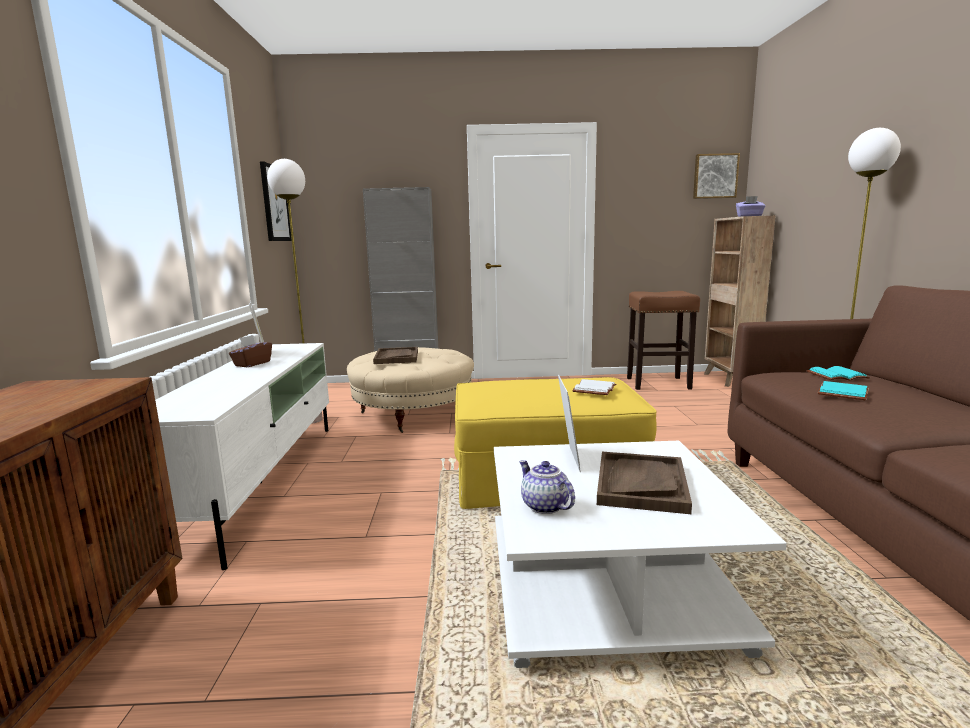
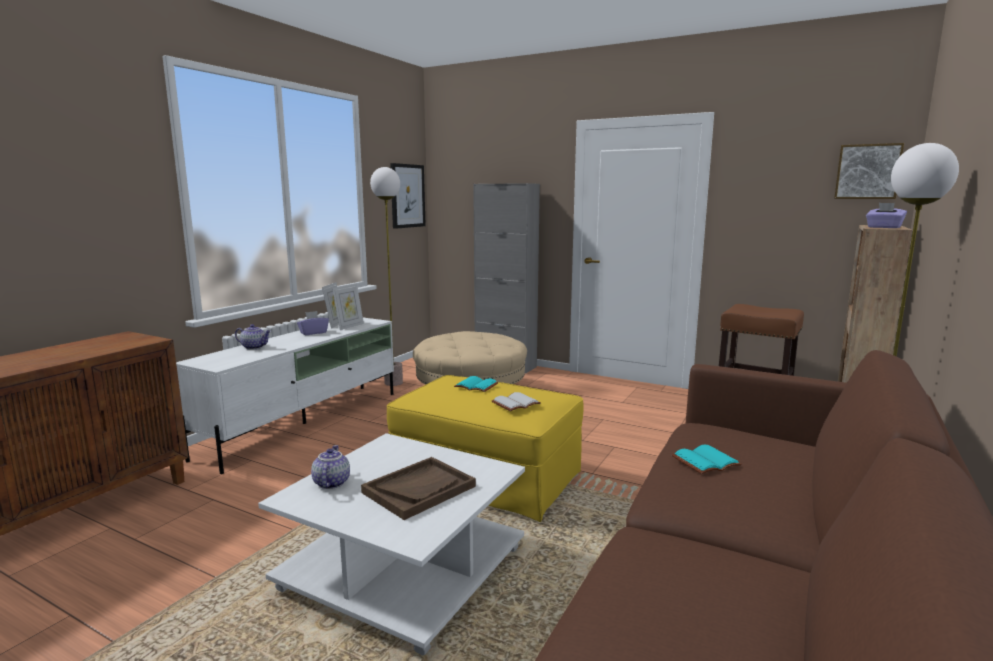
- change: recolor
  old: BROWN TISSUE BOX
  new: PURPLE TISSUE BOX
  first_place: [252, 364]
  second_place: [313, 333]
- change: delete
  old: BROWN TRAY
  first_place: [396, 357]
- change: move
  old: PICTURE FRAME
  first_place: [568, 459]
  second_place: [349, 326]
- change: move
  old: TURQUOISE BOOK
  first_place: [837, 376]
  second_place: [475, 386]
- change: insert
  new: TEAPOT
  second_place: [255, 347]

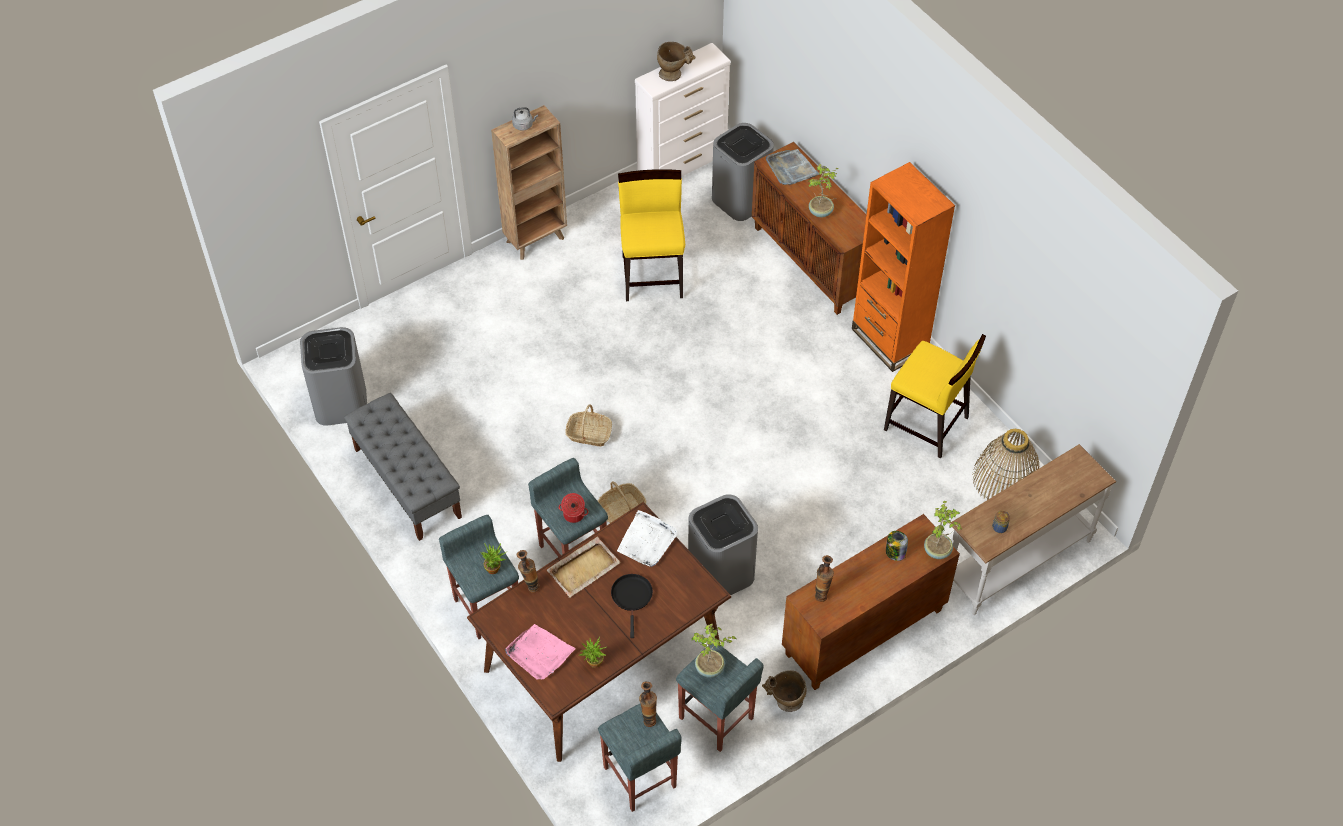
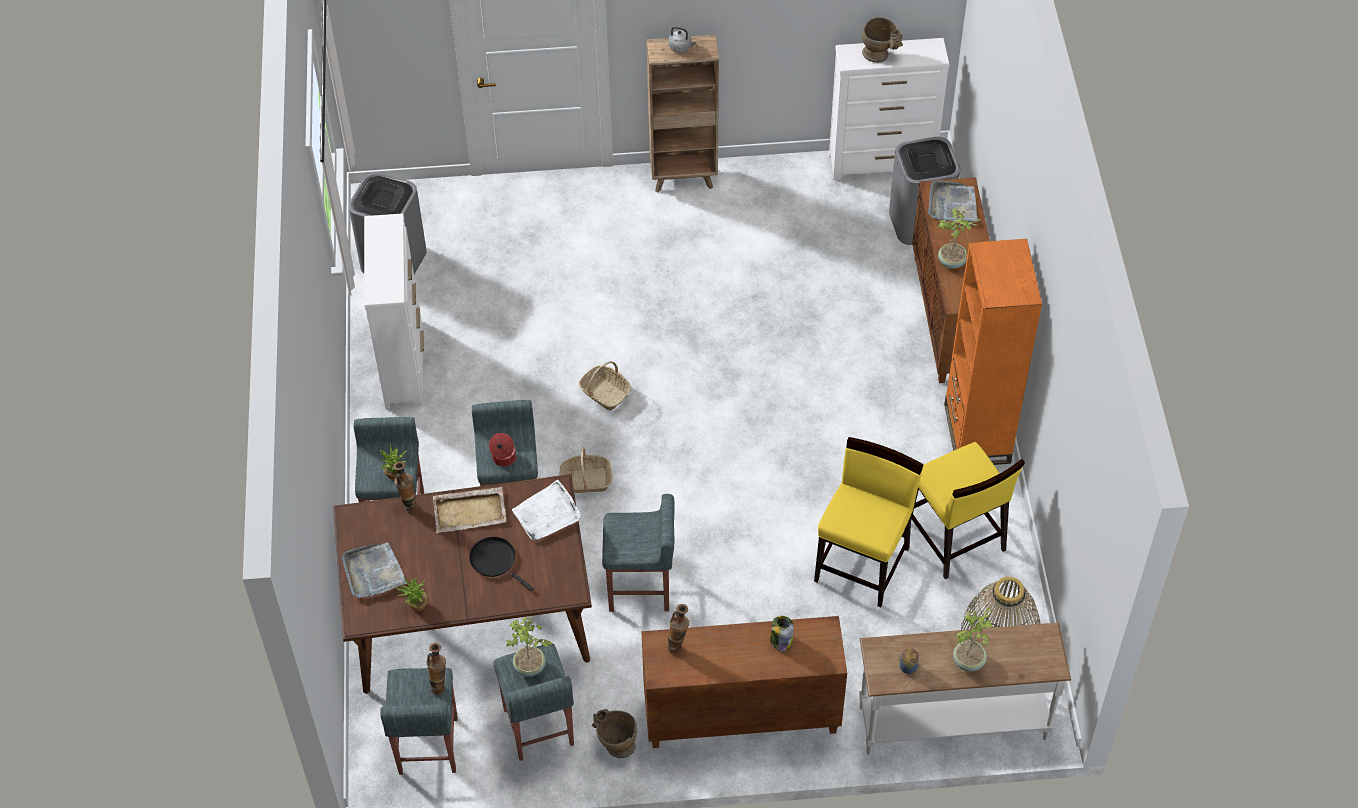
- change: replace
  old: GREY BENCH
  new: WHITE DRESSER
  first_place: [407, 483]
  second_place: [403, 362]
- change: recolor
  old: PINK TRAY
  new: GREY TRAY
  first_place: [539, 653]
  second_place: [373, 572]
- change: rotate
  old: BLACK FRYING PAN
  first_place: [632, 597]
  second_place: [495, 561]
  degrees: -75
- change: move
  old: YELLOW CHAIR
  first_place: [653, 275]
  second_place: [863, 564]
- change: replace
  old: GREY TRASH CAN
  new: GREY STOOL
  first_place: [721, 573]
  second_place: [640, 589]
- change: move
  old: POTTED PLANT
  first_place: [938, 550]
  second_place: [969, 661]

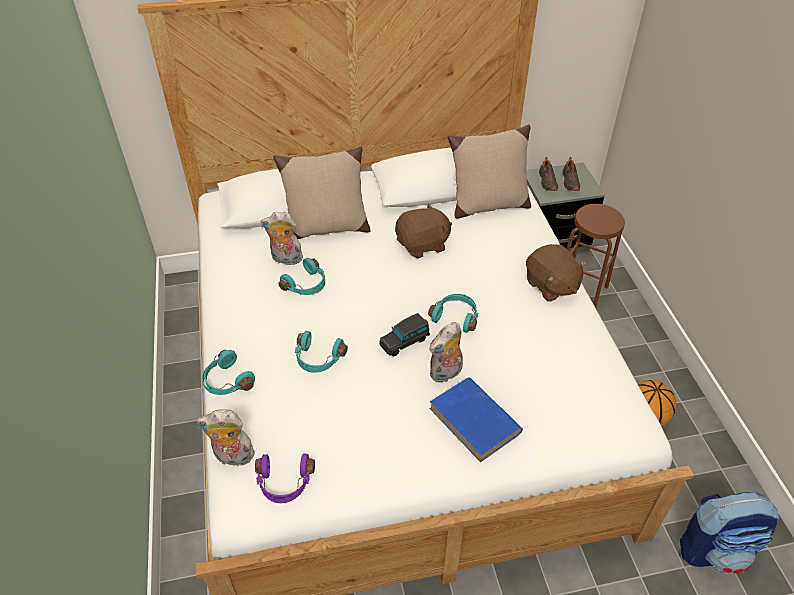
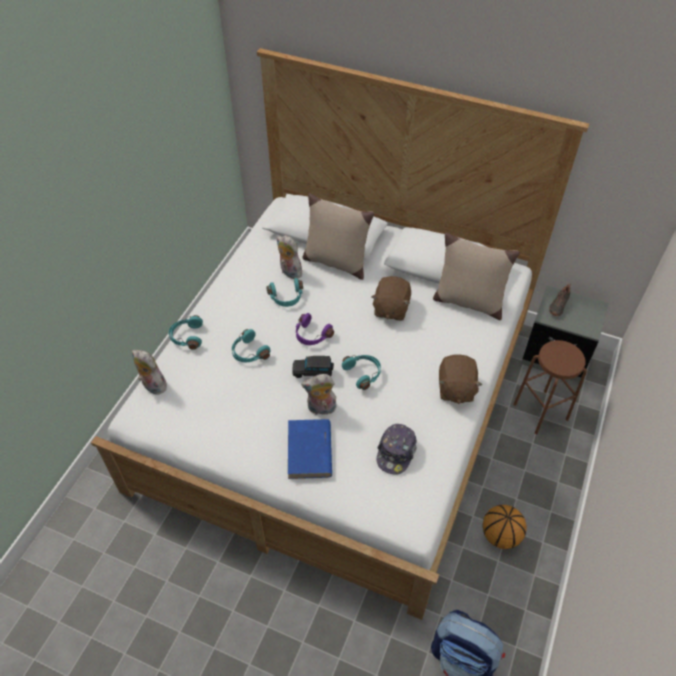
- change: move
  old: PURPLE HEADPHONES
  first_place: [284, 483]
  second_place: [311, 335]
- change: rotate
  old: BROWN PLUSH TOY
  first_place: [423, 245]
  second_place: [390, 308]
  degrees: 90
- change: delete
  old: BLACK SHOE
  first_place: [569, 181]
- change: insert
  new: CAP
  second_place: [396, 452]

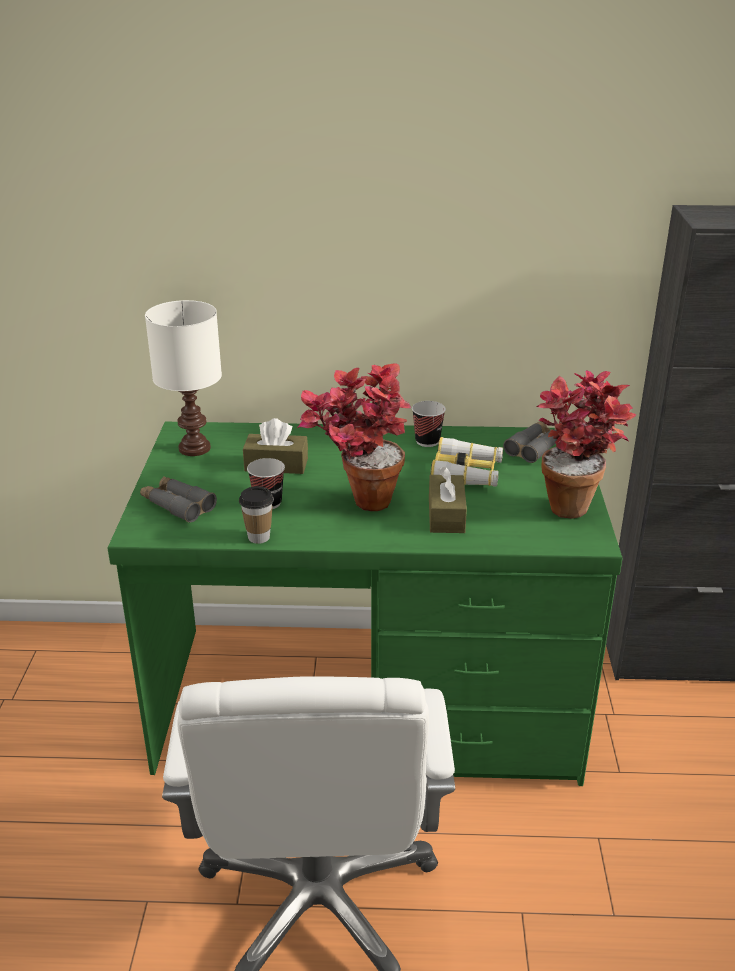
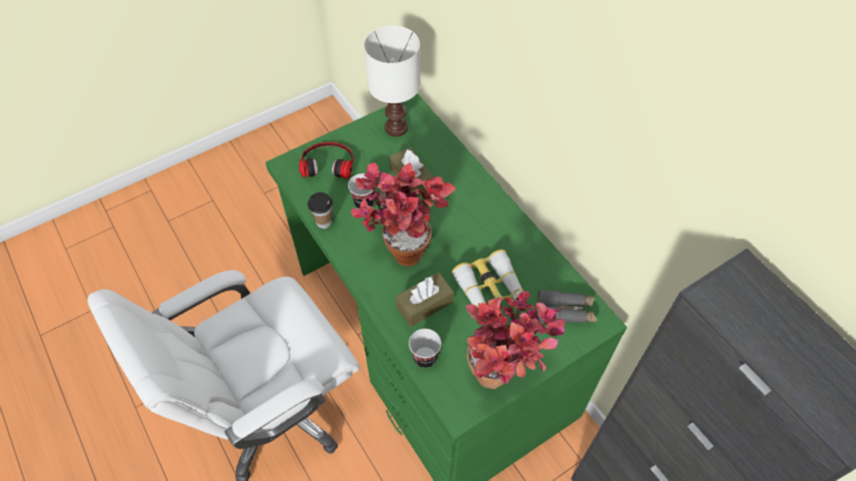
- change: replace
  old: GREY BINOCULARS
  new: HEADPHONES
  first_place: [177, 505]
  second_place: [328, 163]
- change: move
  old: CUP
  first_place: [427, 441]
  second_place: [425, 358]

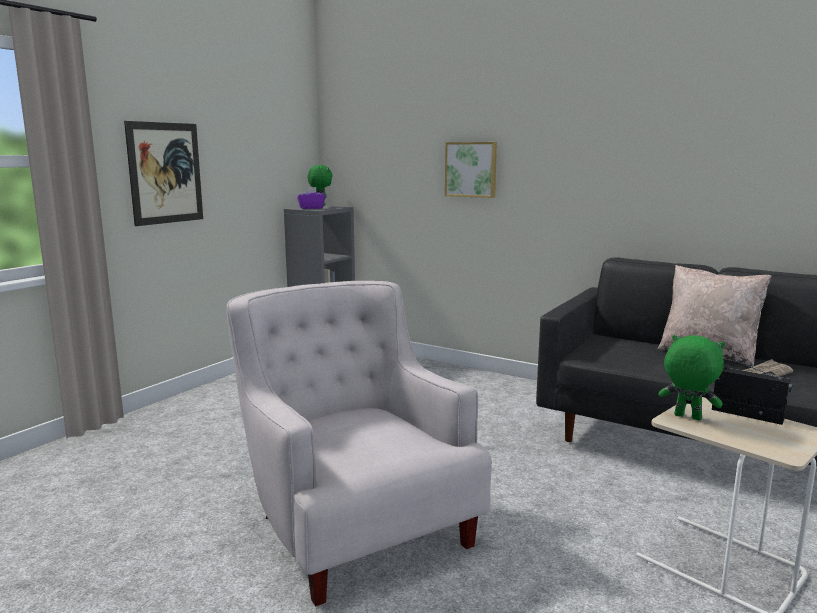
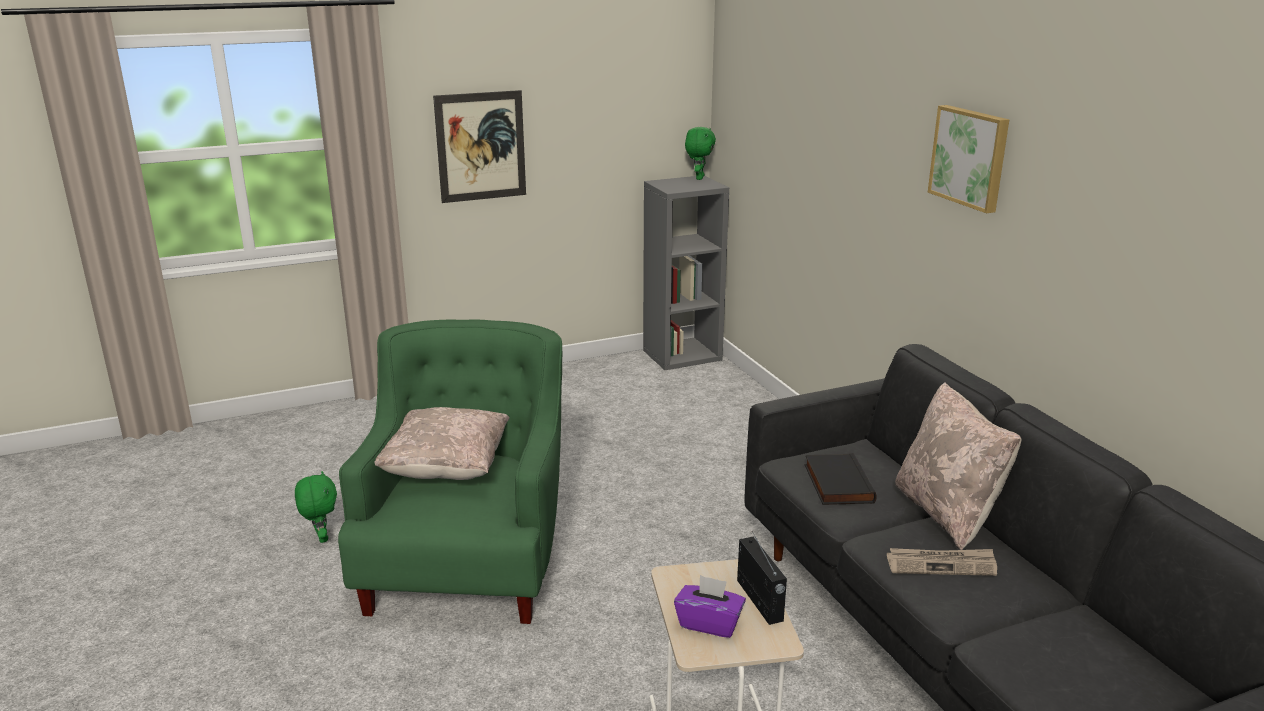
- change: recolor
  old: WHITE ARMCHAIR
  new: GREEN ARMCHAIR
  first_place: [354, 523]
  second_place: [468, 561]
- change: move
  old: PURPLE TISSUE BOX
  first_place: [311, 208]
  second_place: [709, 623]
- change: move
  old: PICTURE
  first_place: [471, 169]
  second_place: [970, 157]
- change: move
  old: GREEN PLUSH TOY
  first_place: [687, 417]
  second_place: [321, 537]
- change: insert
  new: BEIGE PILLOW
  second_place: [446, 469]
- change: insert
  new: BLACK BOOK
  second_place: [836, 483]

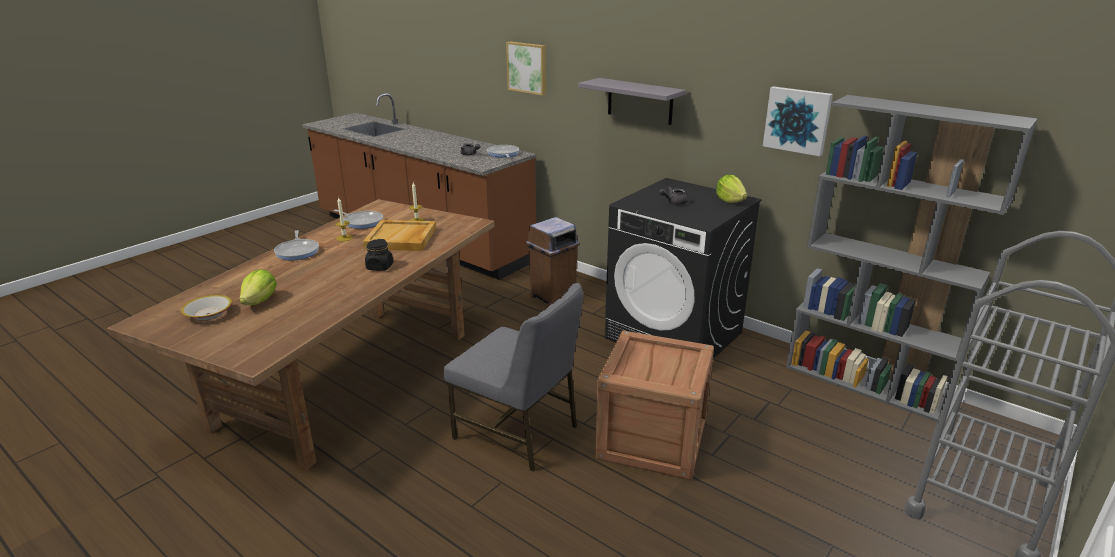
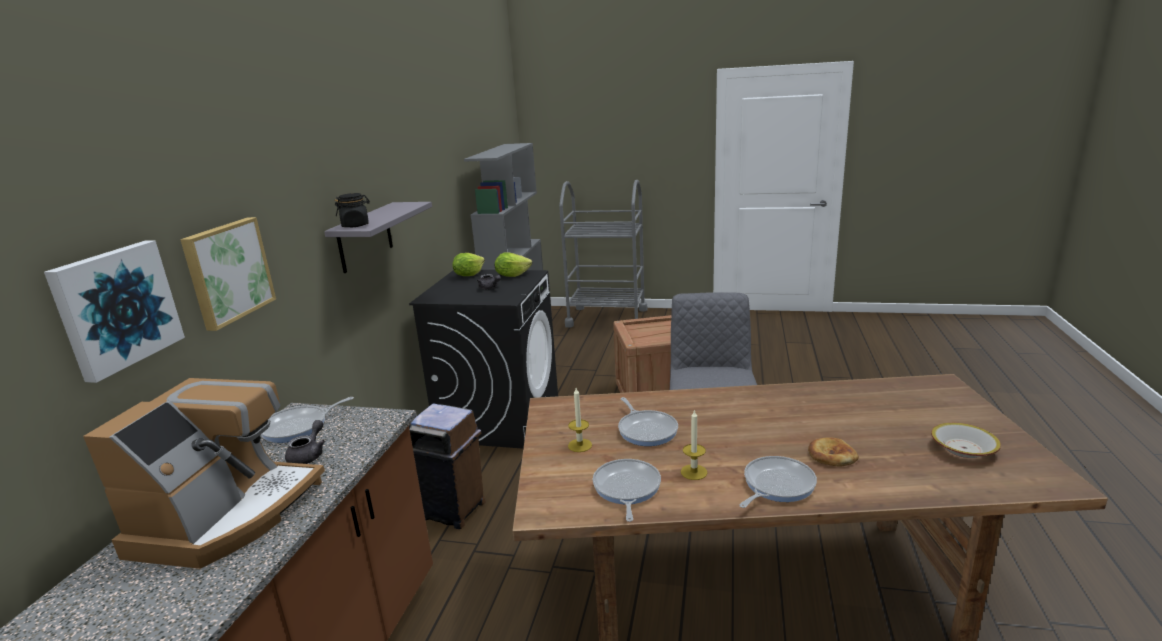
- change: move
  old: LETTUCE
  first_place: [260, 301]
  second_place: [512, 275]
- change: replace
  old: BEIGE TRAY
  new: FRYING PAN
  first_place: [401, 238]
  second_place: [646, 430]
- change: move
  old: BLACK JAR
  first_place: [379, 267]
  second_place: [356, 225]
- change: move
  old: PICTURE
  first_place: [797, 120]
  second_place: [116, 308]
- change: insert
  new: COFFEE MACHINE
  second_place: [228, 515]
- change: insert
  new: BREAD
  second_place: [831, 455]

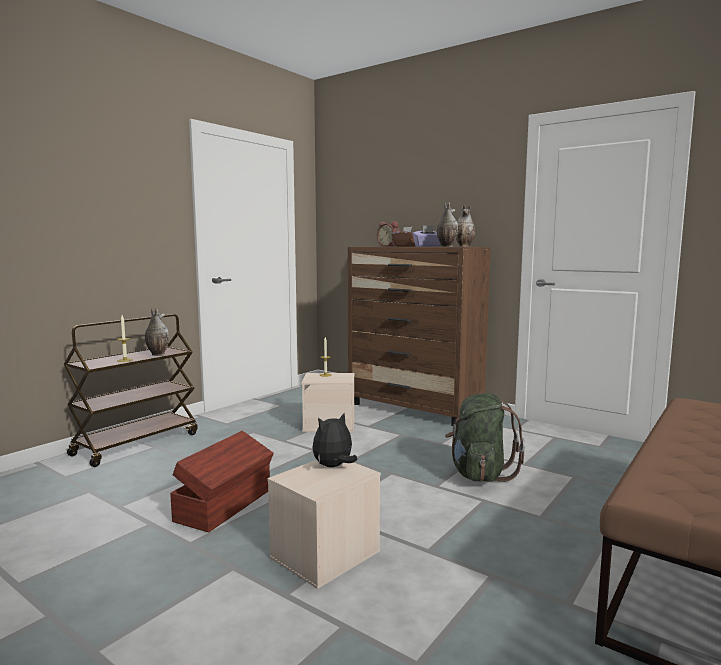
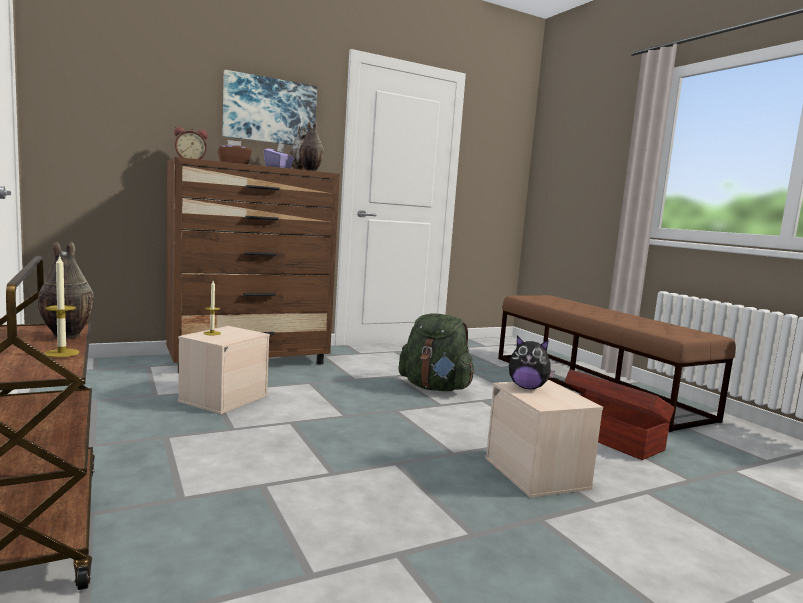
- change: move
  old: BROWN STORAGE BOX
  first_place: [226, 505]
  second_place: [608, 437]
- change: rotate
  old: PLUSH TOY
  first_place: [334, 466]
  second_place: [527, 387]
  degrees: -60
- change: insert
  new: PICTURE
  second_place: [270, 111]

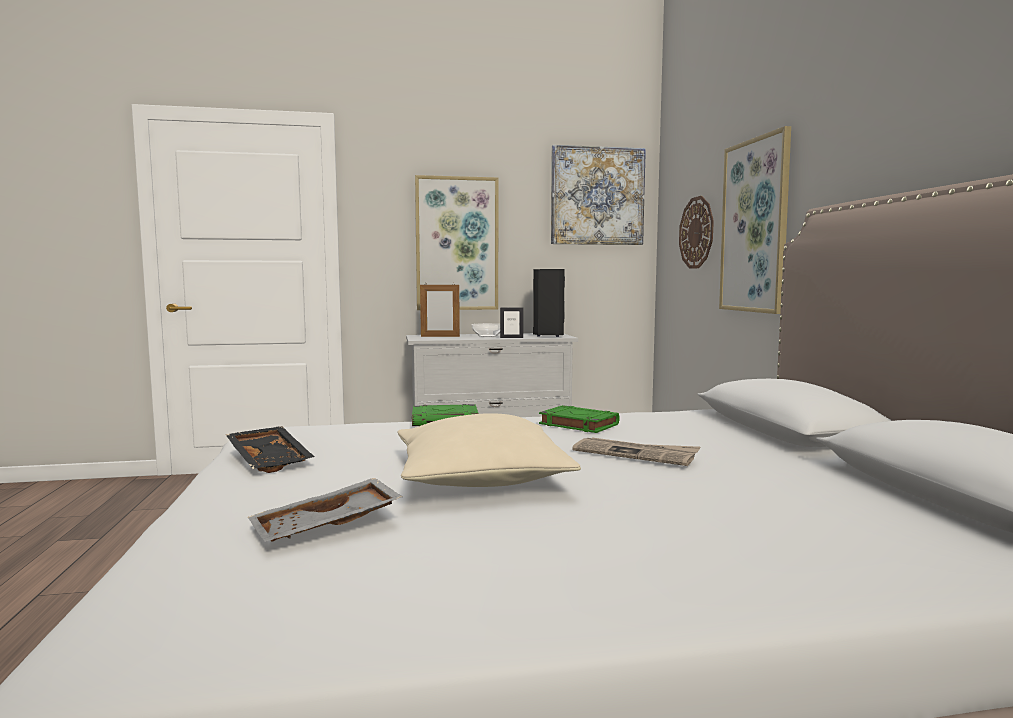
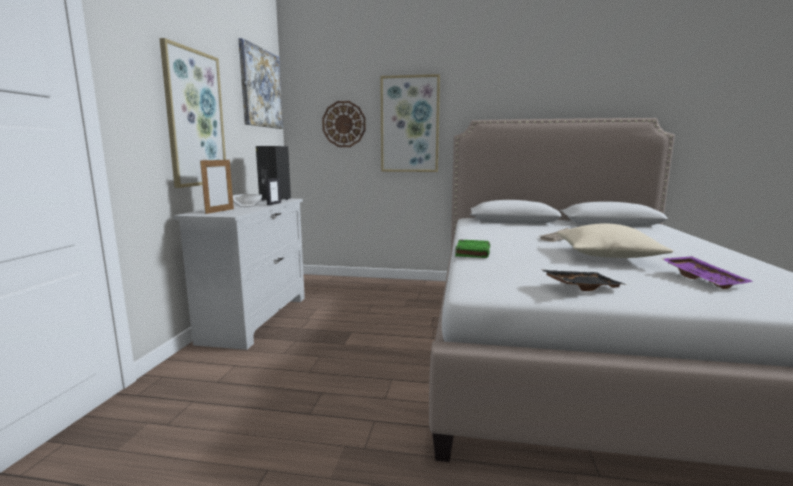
- change: recolor
  old: GREY TRAY
  new: PURPLE TRAY
  first_place: [327, 527]
  second_place: [704, 279]
- change: delete
  old: GREEN BOOK
  first_place: [577, 424]

